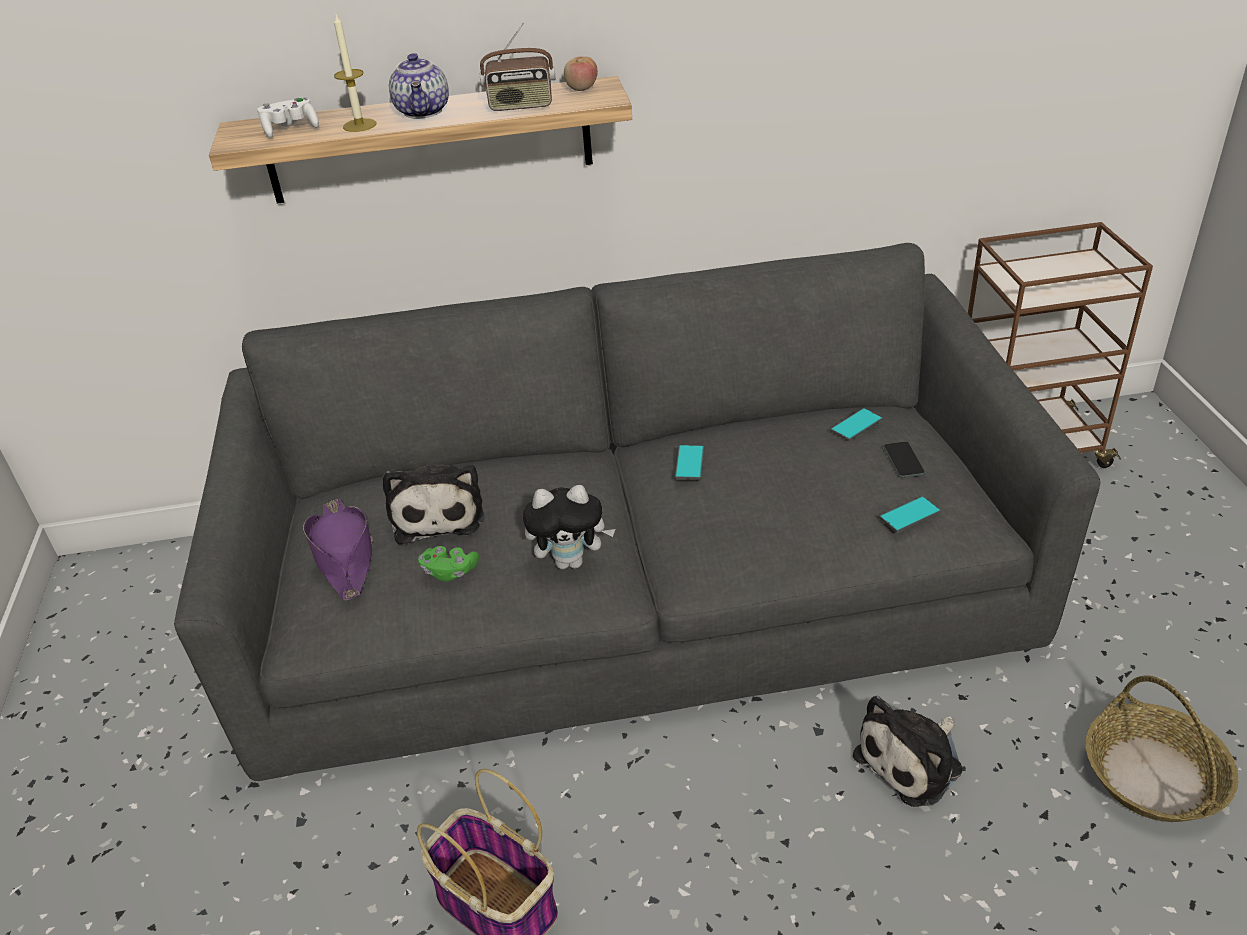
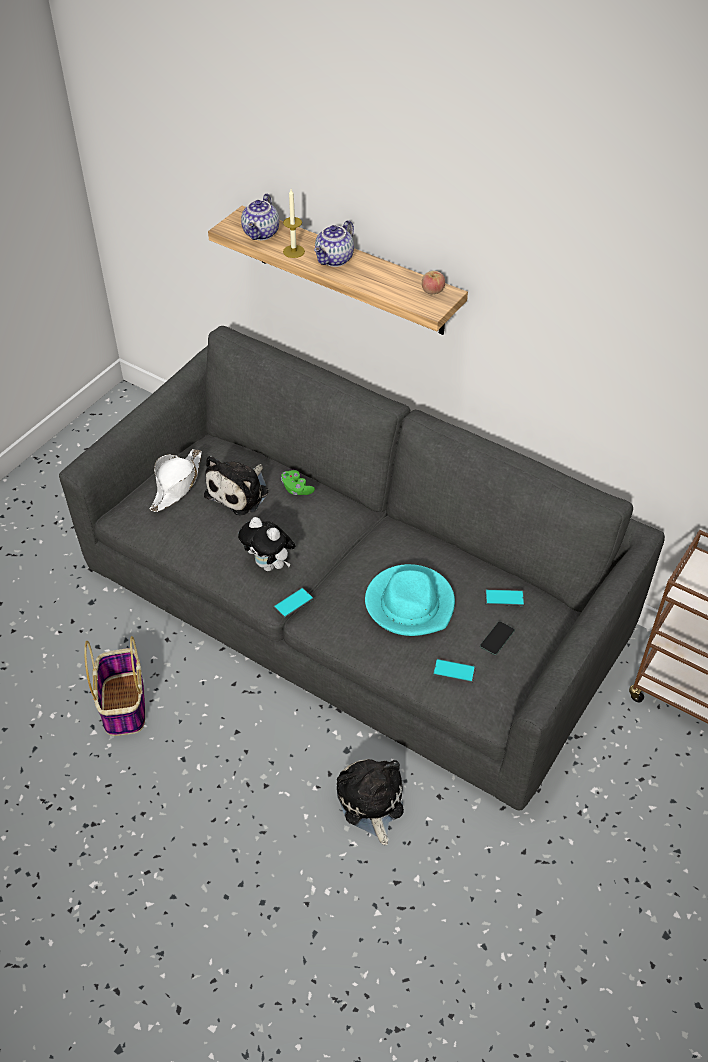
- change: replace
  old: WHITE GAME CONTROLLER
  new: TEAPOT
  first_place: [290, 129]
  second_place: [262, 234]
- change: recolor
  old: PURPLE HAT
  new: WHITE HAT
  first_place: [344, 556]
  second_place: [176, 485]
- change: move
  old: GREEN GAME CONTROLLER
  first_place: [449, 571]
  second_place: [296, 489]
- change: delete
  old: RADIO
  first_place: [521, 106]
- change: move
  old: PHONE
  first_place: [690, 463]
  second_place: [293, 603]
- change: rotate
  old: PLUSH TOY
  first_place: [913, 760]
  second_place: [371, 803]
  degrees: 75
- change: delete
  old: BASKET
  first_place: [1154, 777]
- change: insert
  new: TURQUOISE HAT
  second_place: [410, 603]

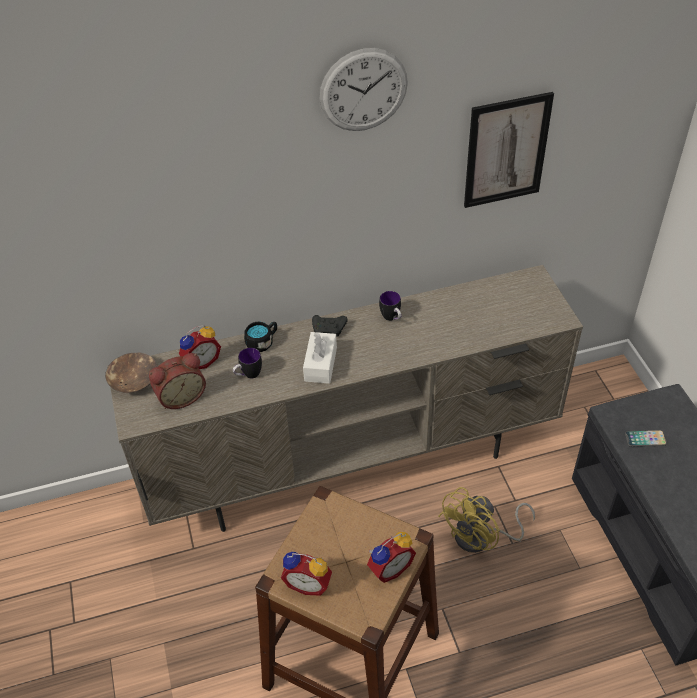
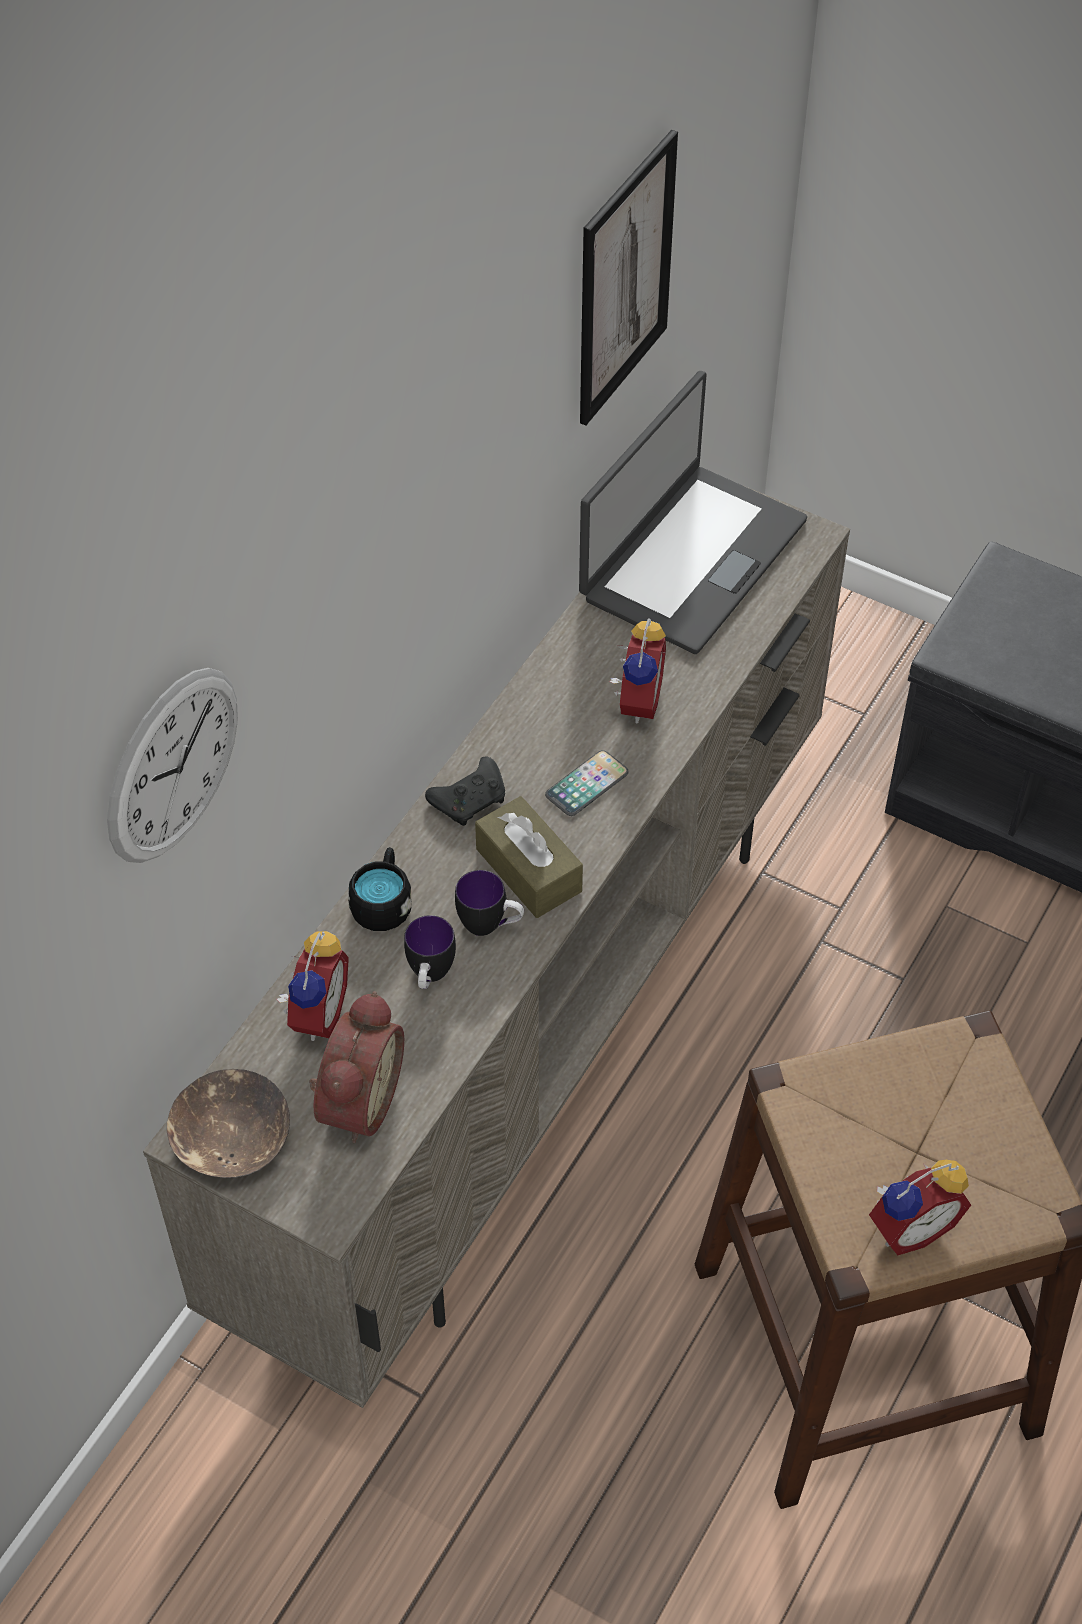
- change: recolor
  old: WHITE TISSUE BOX
  new: BROWN TISSUE BOX
  first_place: [320, 364]
  second_place: [528, 870]
- change: move
  old: WALL CLOCK
  first_place: [363, 90]
  second_place: [173, 765]
- change: move
  old: ALARM CLOCK
  first_place: [389, 567]
  second_place: [635, 701]
- change: move
  old: MUG
  first_place: [392, 318]
  second_place: [490, 926]
- change: delete
  old: YELLOW FAN
  first_place: [481, 537]
- change: move
  old: PHONE
  first_place: [645, 439]
  second_place: [587, 784]
- change: insert
  new: LAPTOP
  second_place: [691, 558]

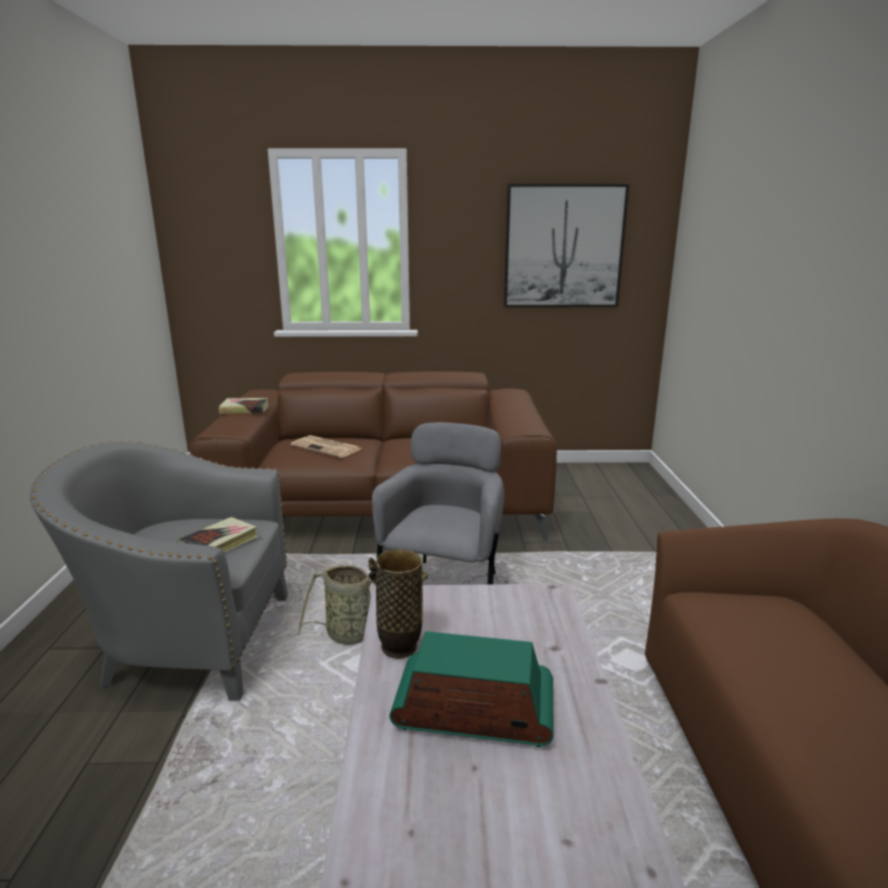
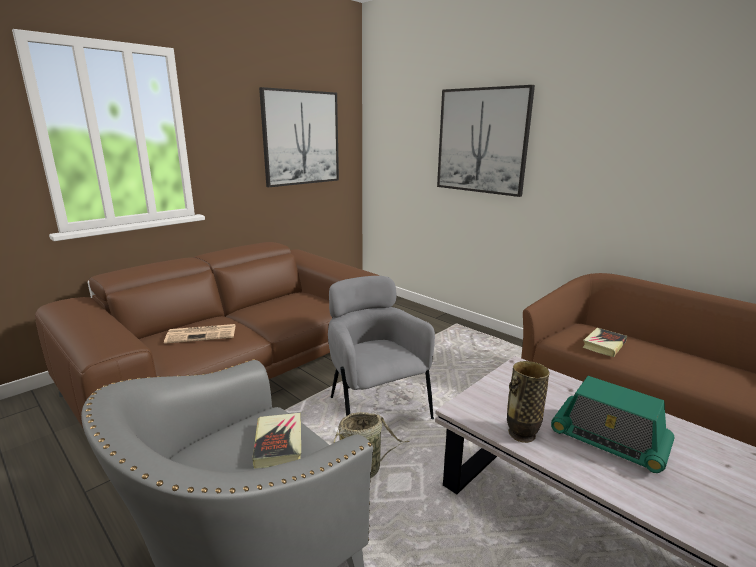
- change: move
  old: BOOK
  first_place: [244, 409]
  second_place: [604, 345]
- change: rotate
  old: RADIO
  first_place: [474, 712]
  second_place: [608, 441]
  degrees: -105
- change: insert
  new: PICTURE
  second_place: [482, 141]

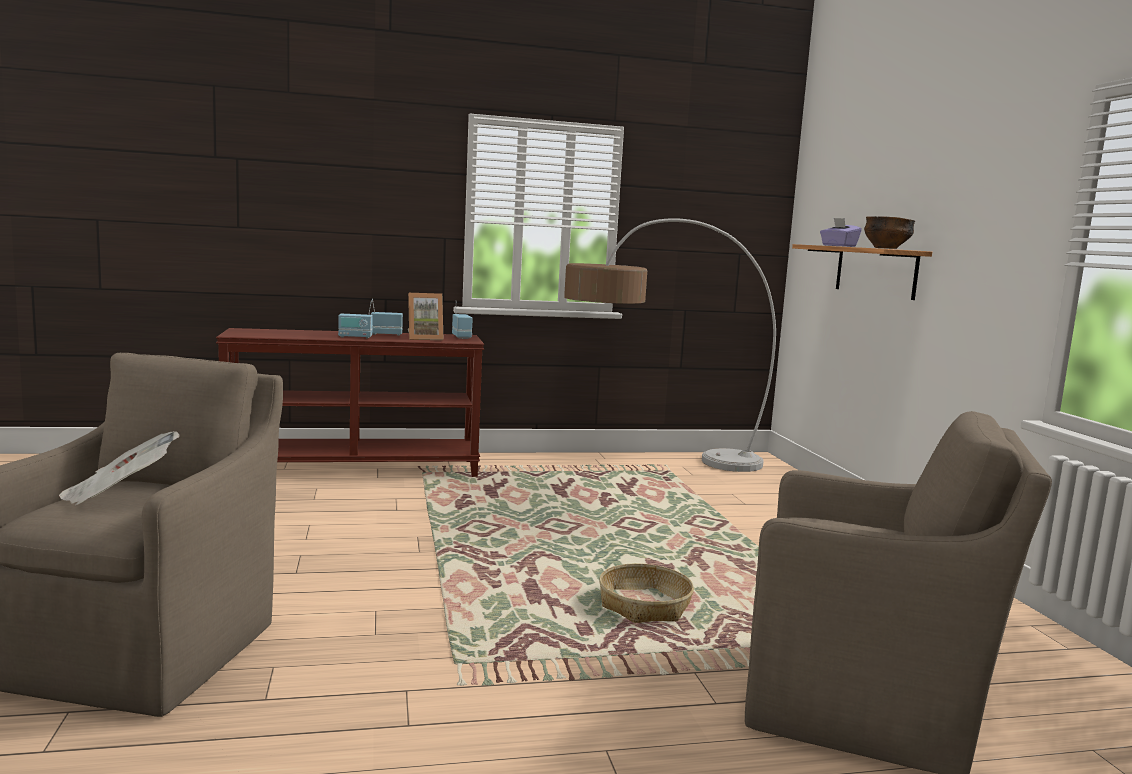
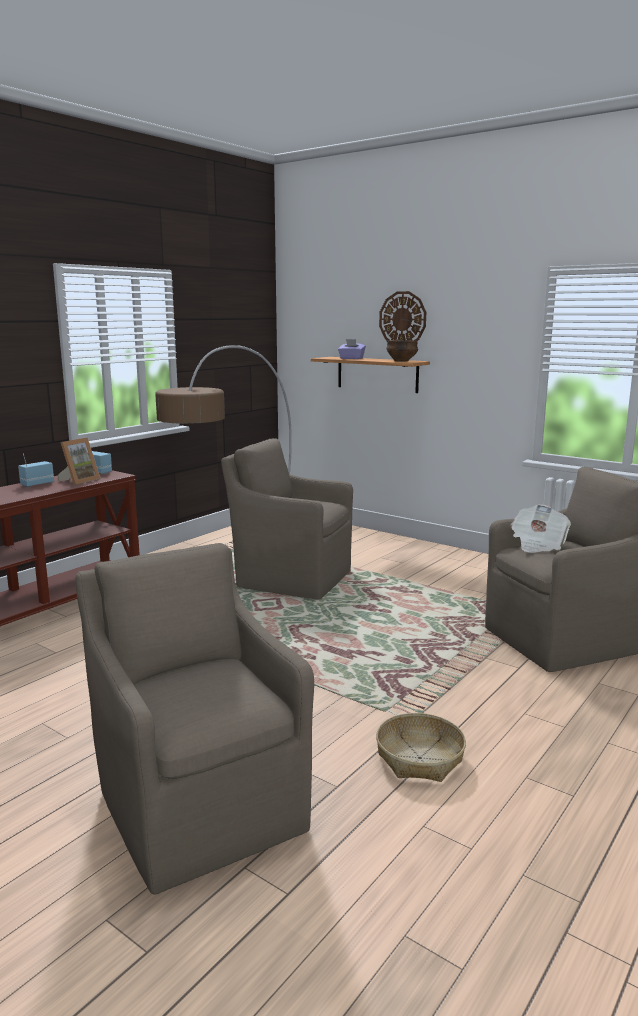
- change: move
  old: NEWSPAPER
  first_place: [119, 495]
  second_place: [538, 544]
- change: delete
  old: RADIO
  first_place: [355, 337]
- change: move
  old: BASKET
  first_place: [645, 606]
  second_place: [420, 758]
- change: insert
  new: BROWN ARMCHAIR
  second_place: [291, 578]
- change: insert
  new: WALL CLOCK
  second_place: [402, 319]

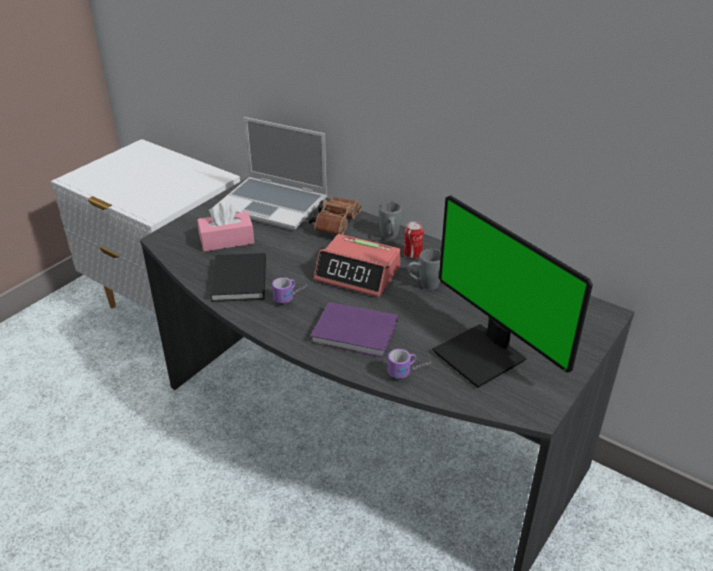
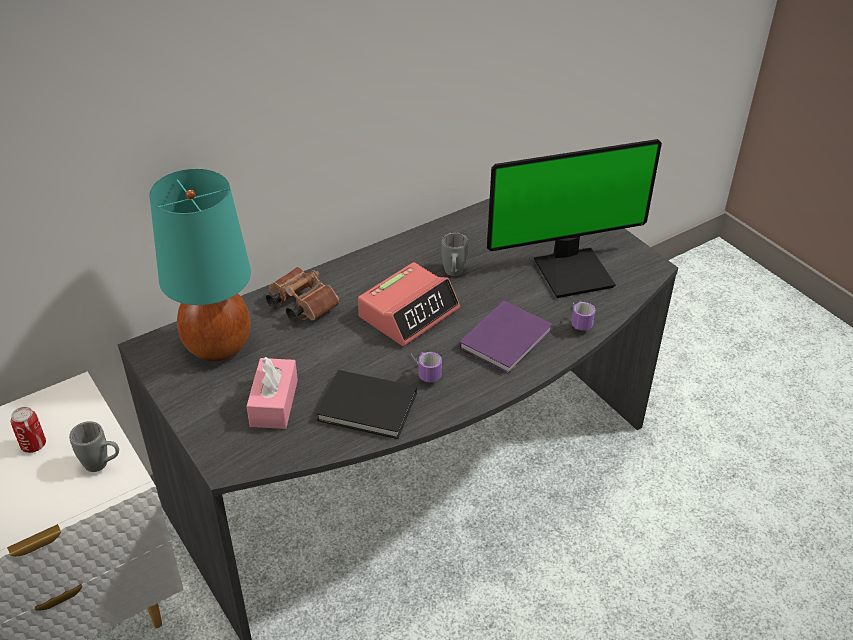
- change: replace
  old: LAPTOP
  new: TURQUOISE TABLE LAMP
  first_place: [274, 204]
  second_place: [218, 345]
- change: move
  old: GREY MUG
  first_place: [390, 238]
  second_place: [103, 465]
- change: move
  old: CAN
  first_place: [412, 254]
  second_place: [33, 445]

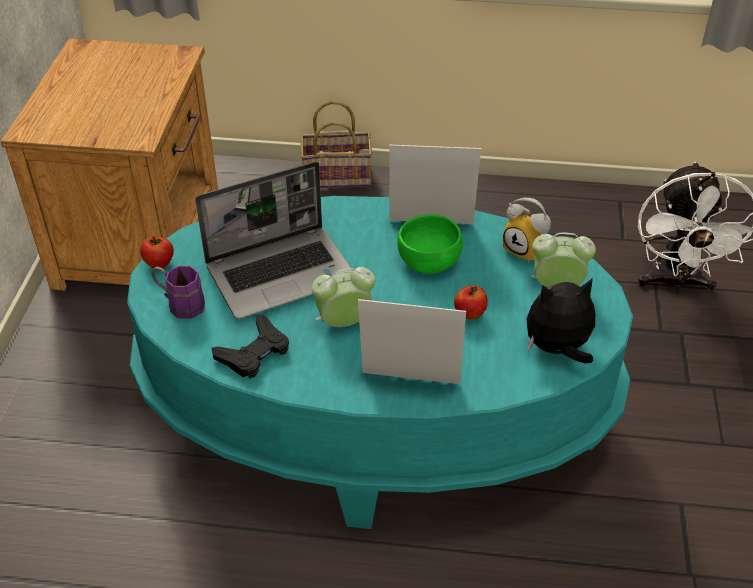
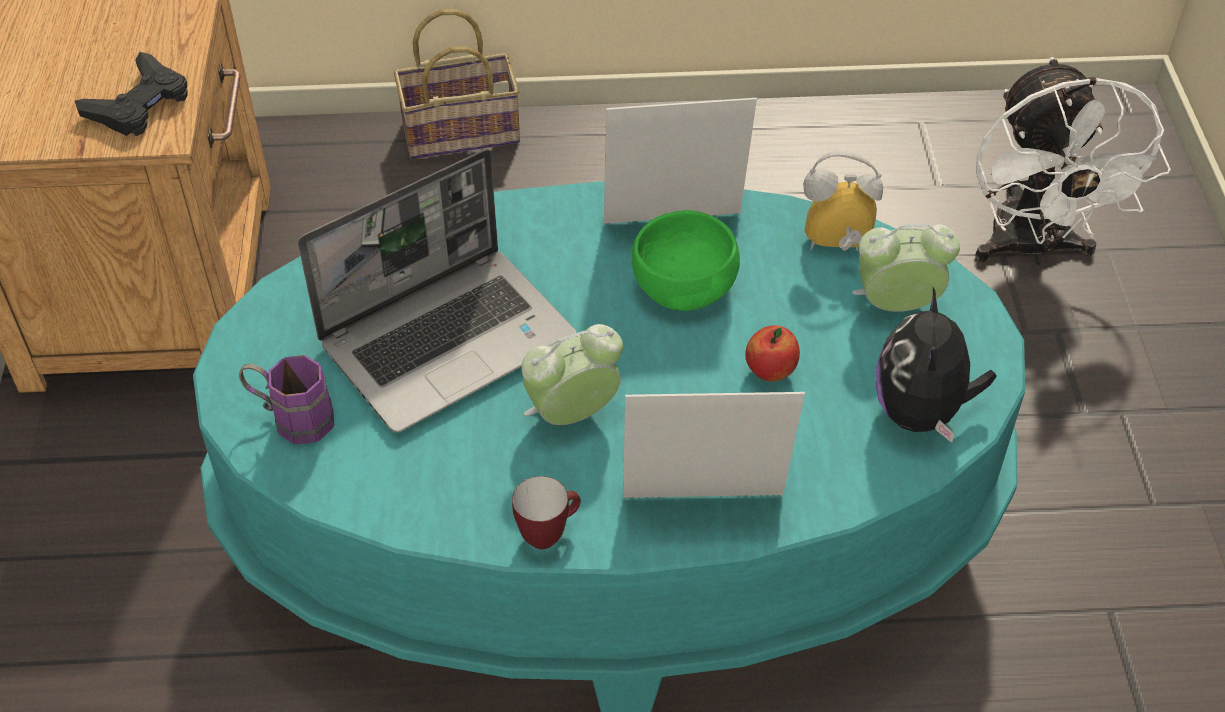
- change: delete
  old: APPLE
  first_place: [159, 264]
- change: move
  old: BLACK GAME CONTROLLER
  first_place: [254, 353]
  second_place: [139, 104]
- change: rotate
  old: ALARM CLOCK
  first_place: [527, 250]
  second_place: [836, 248]
  degrees: 150
- change: rotate
  old: PLUSH TOY
  first_place: [557, 349]
  second_place: [921, 412]
  degrees: -60
- change: insert
  new: MUG
  second_place: [549, 533]

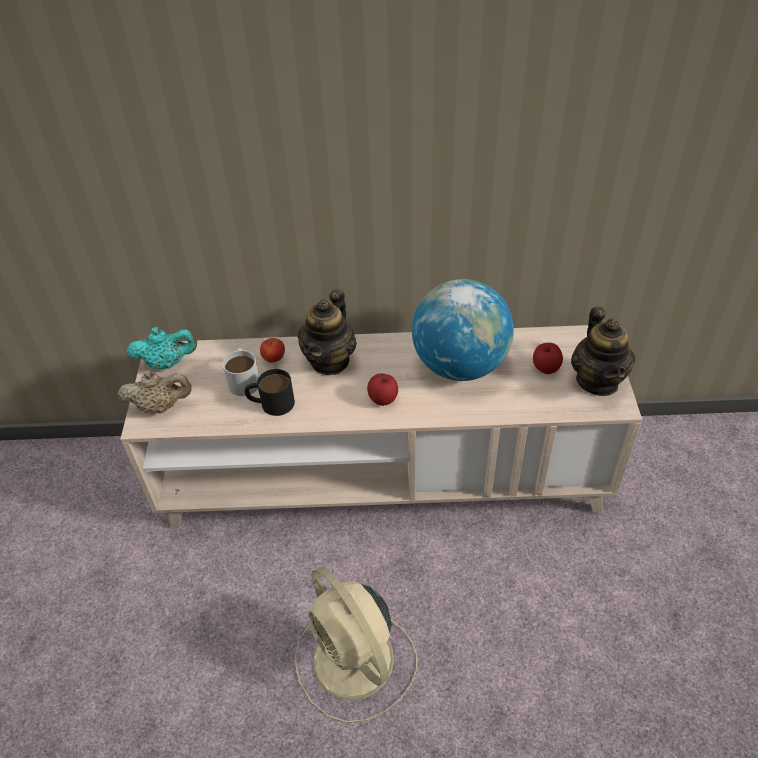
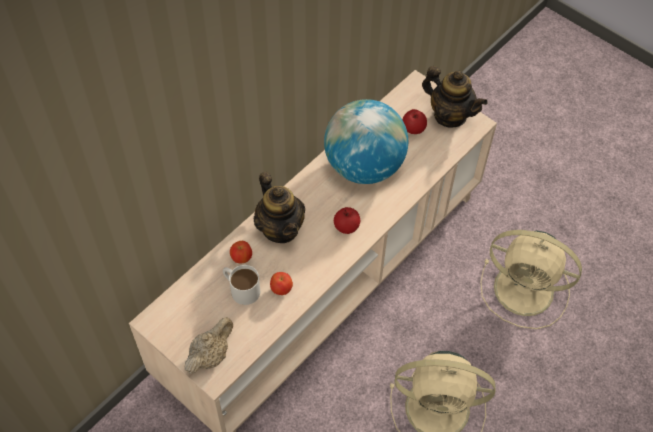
- change: delete
  old: TURQUOISE TEAPOT
  first_place: [167, 363]
- change: replace
  old: BLACK MUG
  new: APPLE
  first_place: [271, 403]
  second_place: [281, 289]
- change: insert
  new: BEIGE FAN
  second_place: [526, 290]

